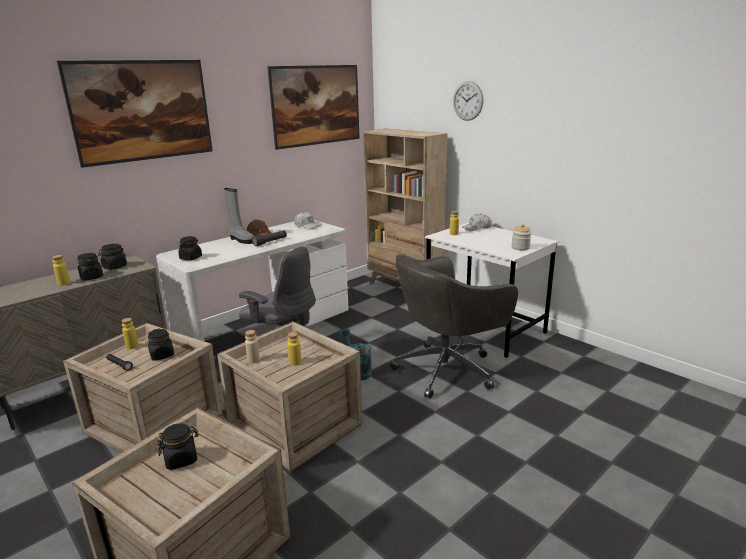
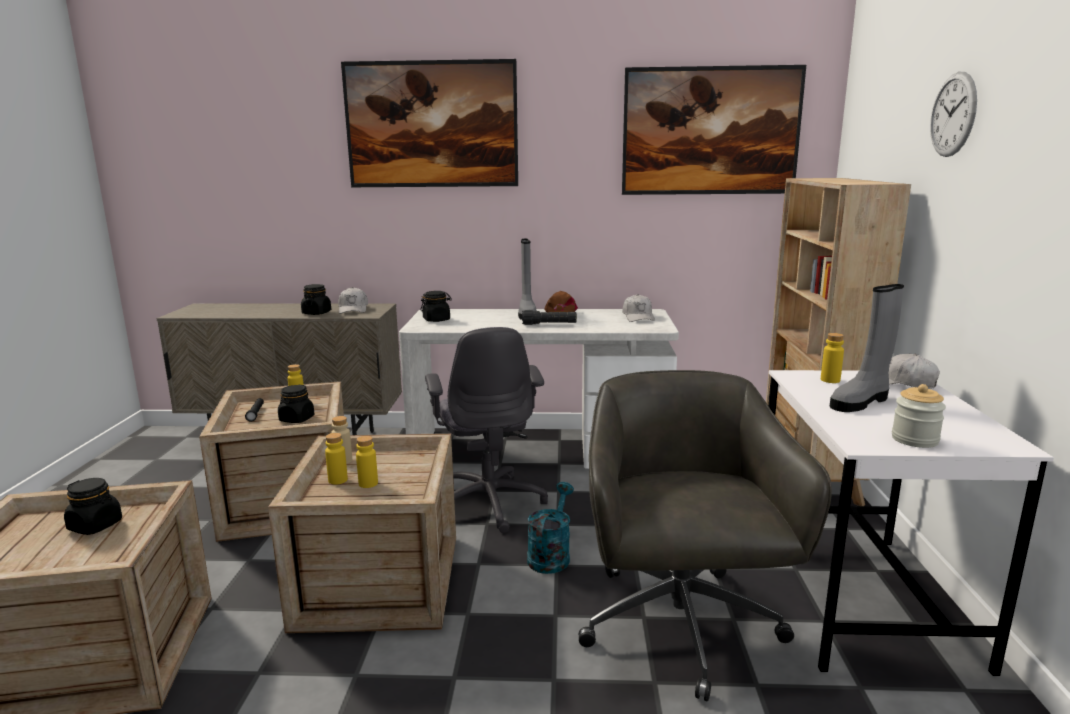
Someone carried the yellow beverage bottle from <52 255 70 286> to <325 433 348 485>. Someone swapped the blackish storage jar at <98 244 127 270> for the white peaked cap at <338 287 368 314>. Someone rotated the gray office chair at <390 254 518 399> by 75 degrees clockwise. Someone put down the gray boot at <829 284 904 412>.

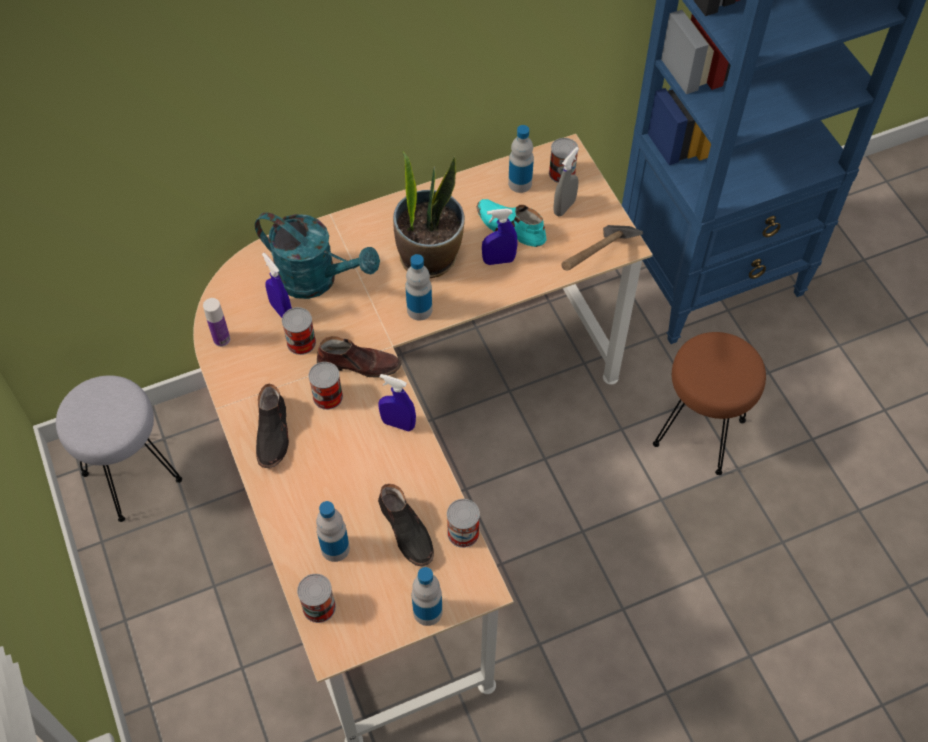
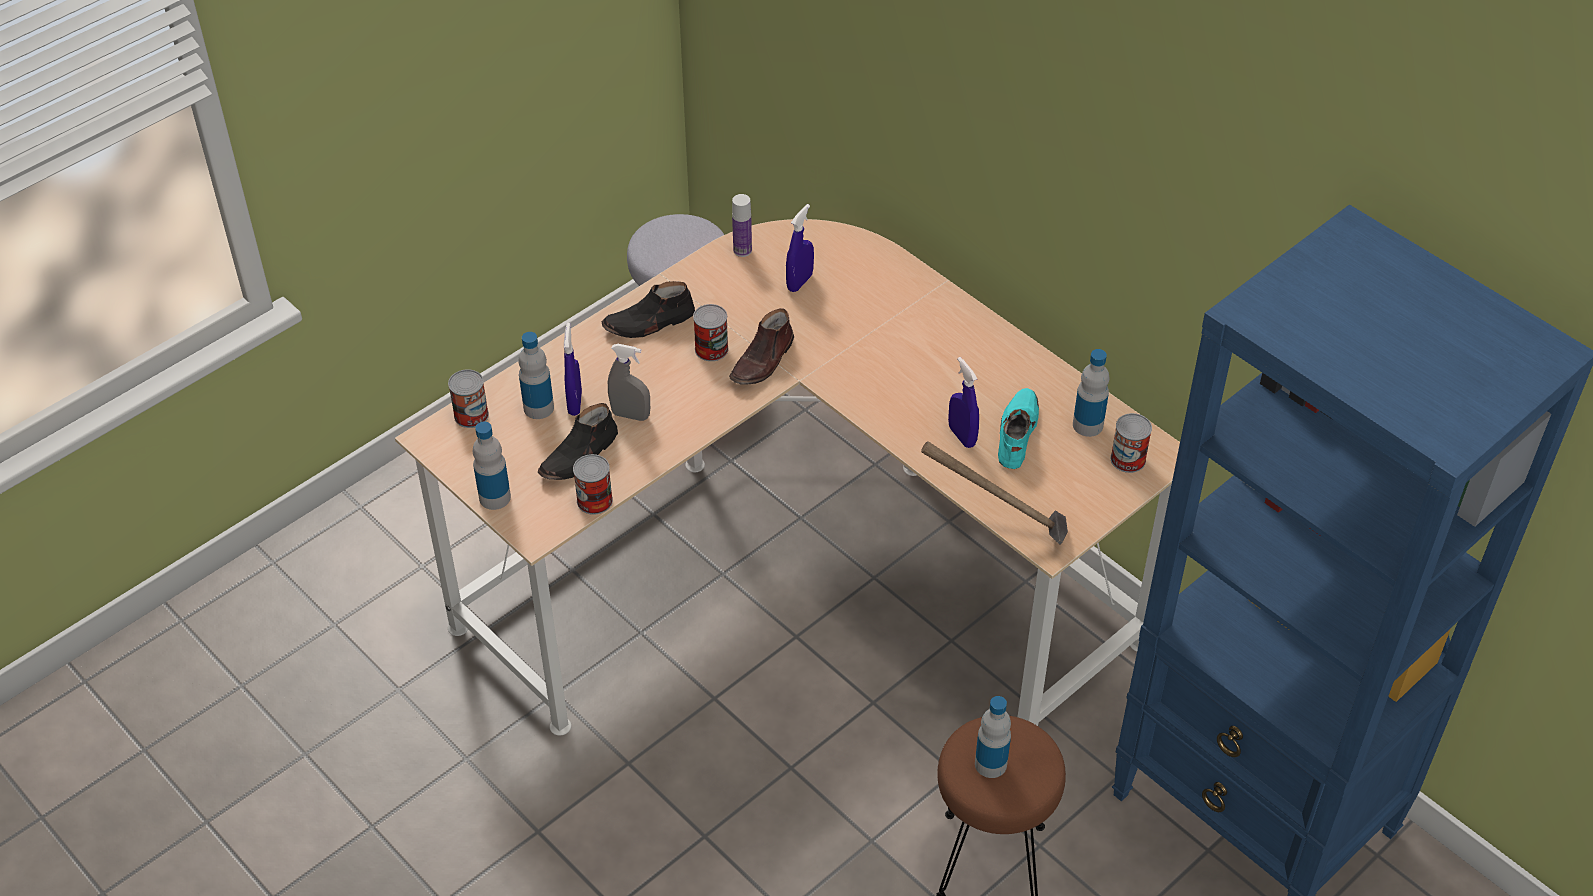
Someone took away the turquoise sprinkling can at <255 212 380 299>. Someone took away the can at <282 307 316 355>. Someone rotated the brownish shoe at <317 336 401 378> by 45 degrees clockwise. Someone carried the blue sprayer from <378 374 416 431> to <564 323 582 416>. Someone took away the houseplant at <393 151 465 278>. Someone carried the beverage bottle from <405 254 432 321> to <975 696 1011 778>. Someone carried the gray sprayer from <553 147 579 216> to <608 344 650 421>.

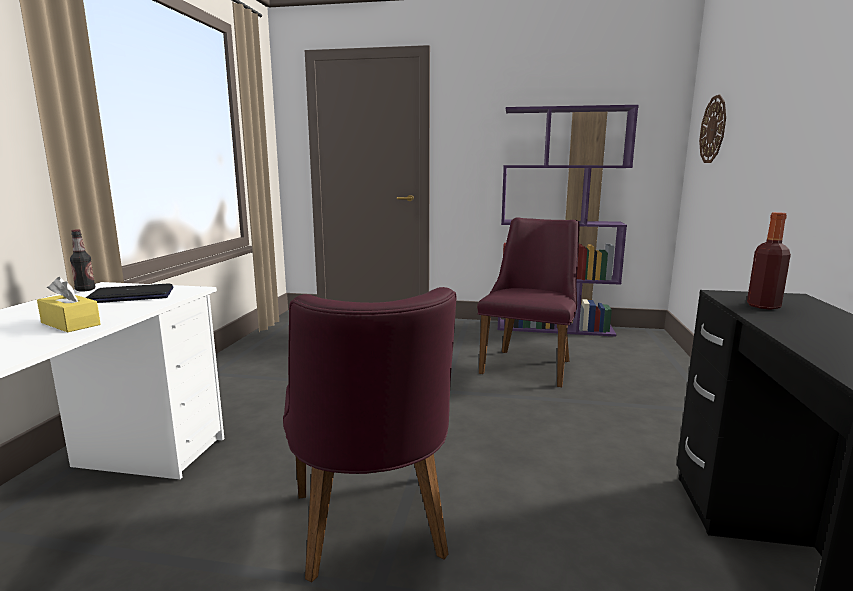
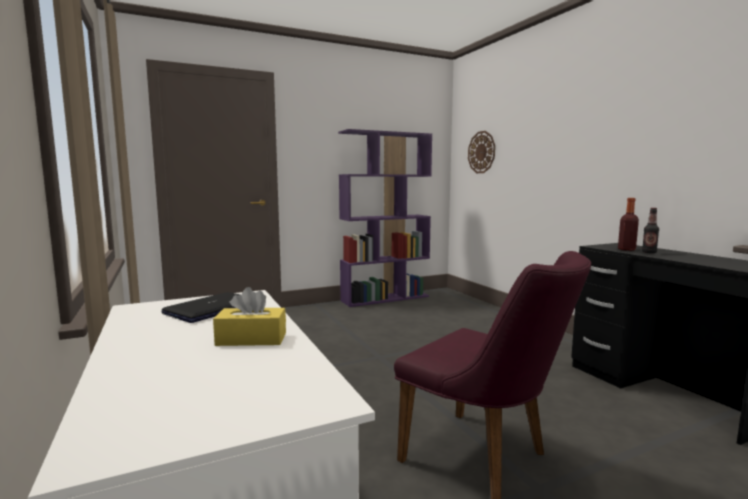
Someone carried the beverage bottle from <70 229 95 292> to <642 208 659 253>. Someone took away the purple chair at <477 217 580 387>.

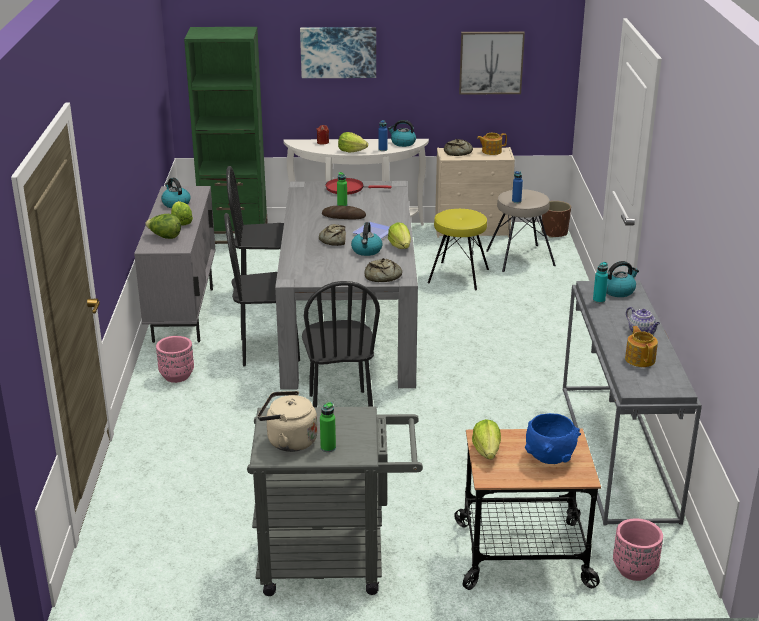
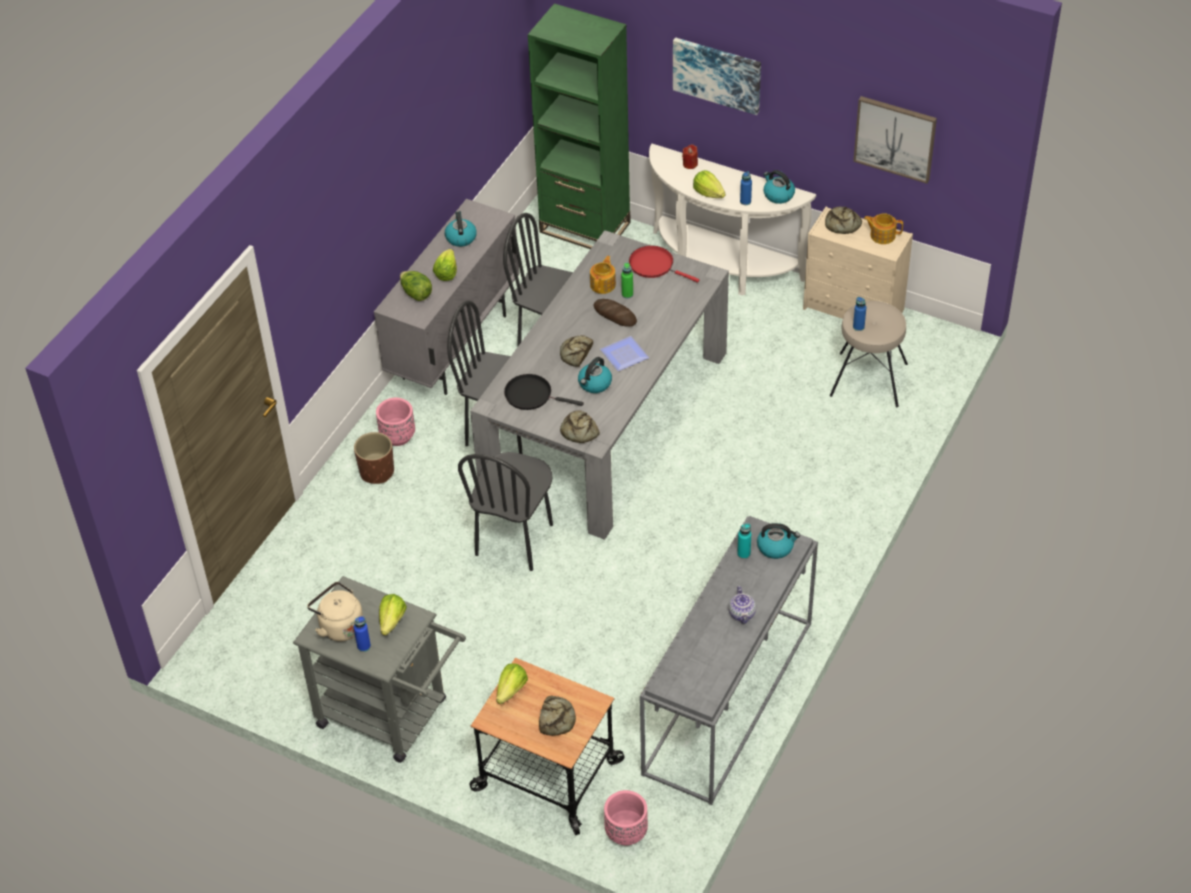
Someone repainted the green-coloured beverage bottle at <320 402 336 452>, which became the blue beverage bottle at <354 616 371 652>. Someone carried the lettuce head from <388 222 411 249> to <379 594 407 636>. Someone took away the yellow stool seat at <428 209 489 291>. Someone swapped the blue deep dish at <525 413 581 464> for the bread at <539 696 576 736>. Someone carried the brownish plant pot from <542 201 571 238> to <354 432 394 484>. Someone carried the tea pot from <625 326 658 367> to <590 256 616 294>. Someone put down the blackish skillet at <504 374 584 410>.

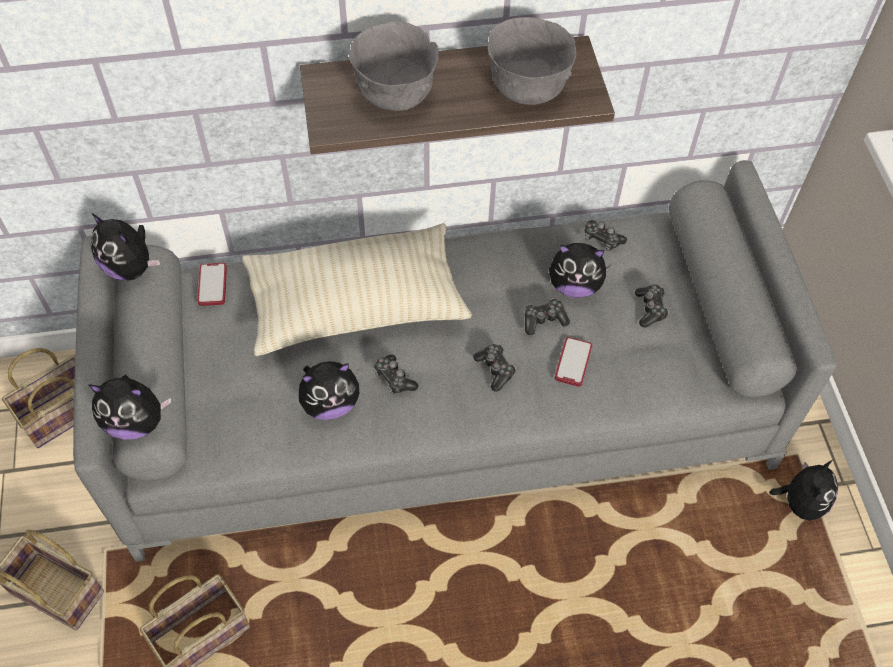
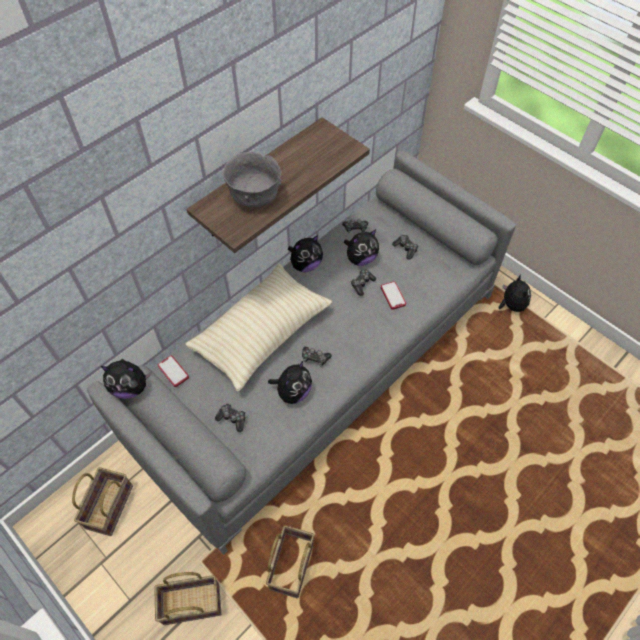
Someone carried the plush toy from <89 375 171 440> to <288 235 323 272>. Someone carried the joypad from <473 344 516 392> to <215 403 245 432>. Someone took away the gray deep dish at <487 17 576 105>.

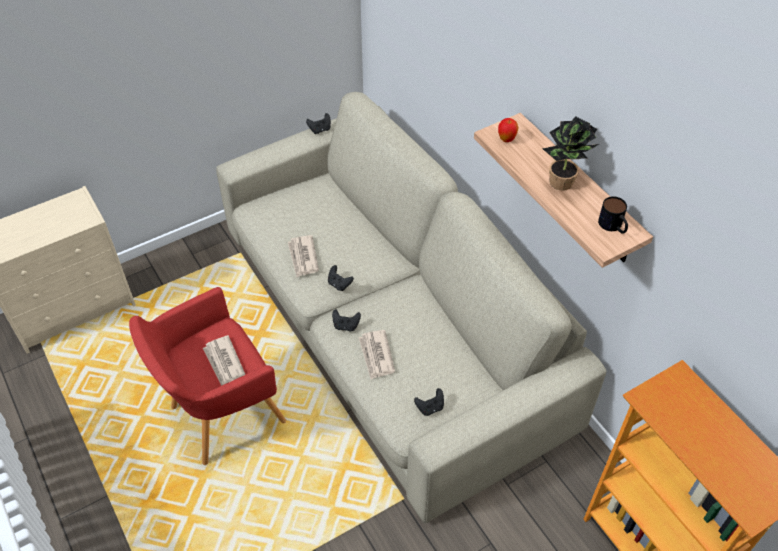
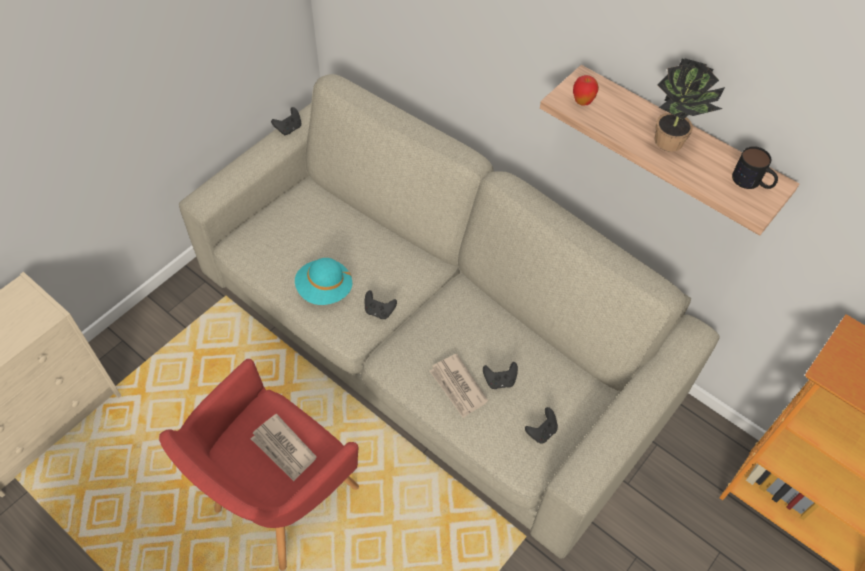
Someone swapped the printed paper at <288 235 319 277> for the turquoise hat at <295 258 352 305>. Someone carried the blackish joypad from <332 309 361 332> to <483 362 518 389>.

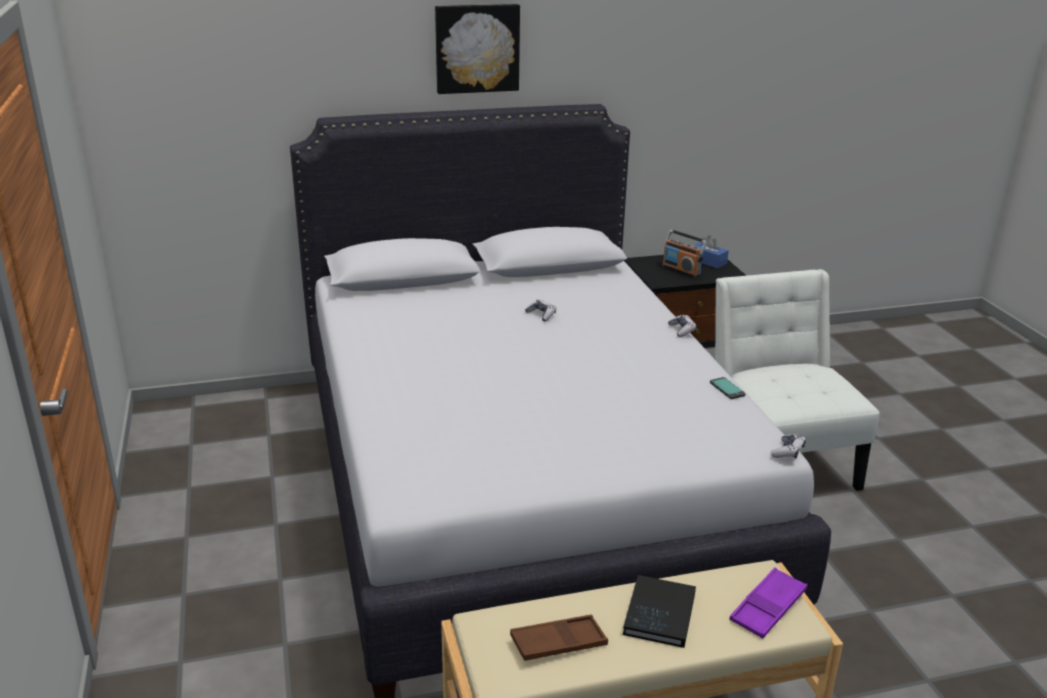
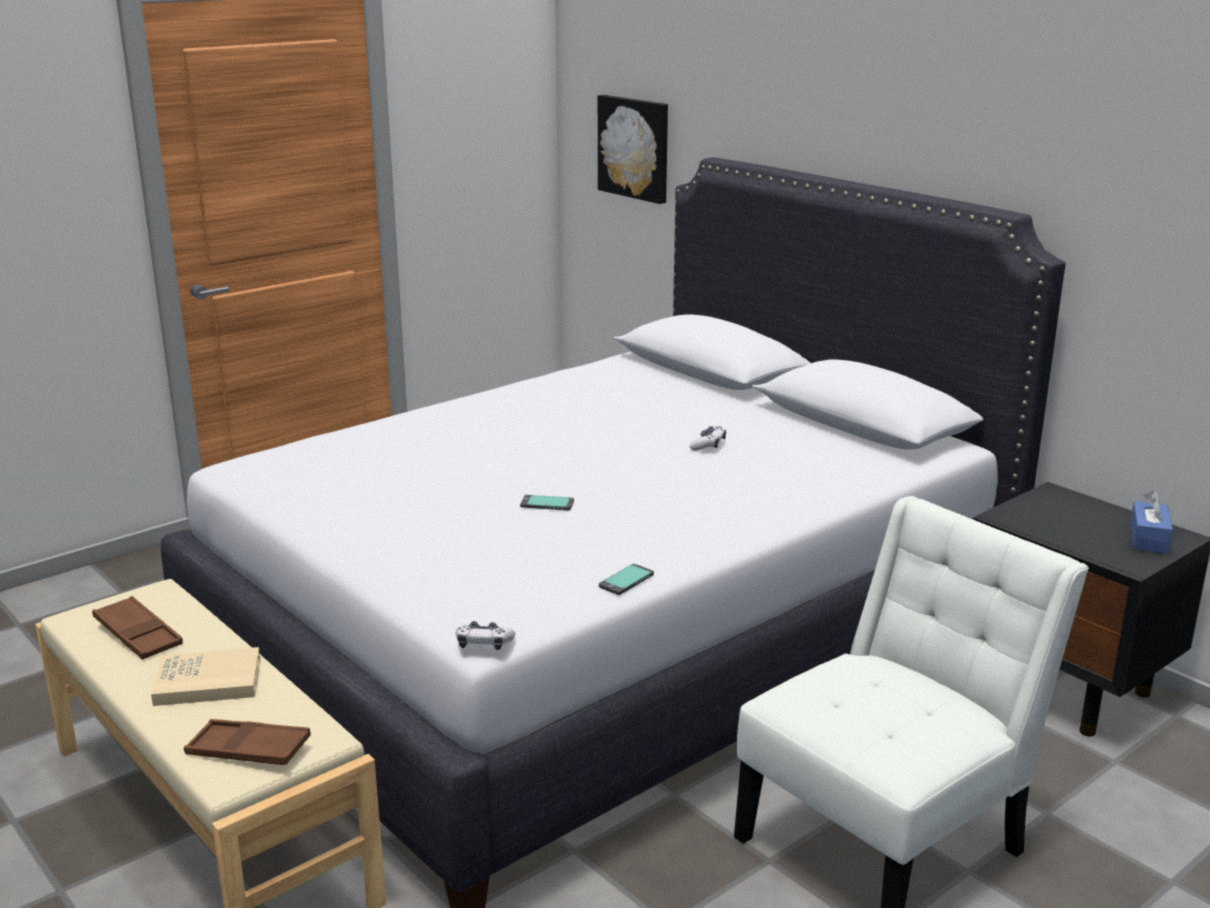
Someone carried the wall art from <435 4 520 94> to <598 95 668 204>. Someone repainted the blackish book at <623 575 696 648>, which became the beige-coloured book at <151 647 260 706>. Someone took away the radio at <662 229 707 277>. Someone took away the joypad at <668 314 696 337>. Someone repainted the purple carrying tray at <729 567 807 638>, which became the brownish carrying tray at <184 719 311 765>. Someone put down the phone at <520 495 574 510>.

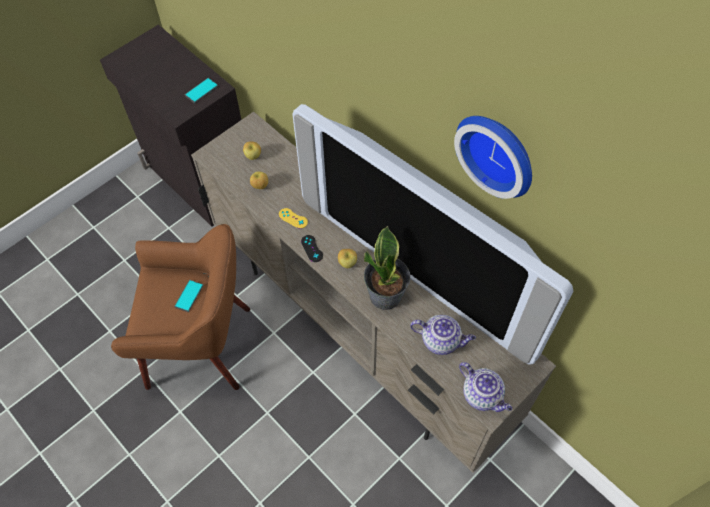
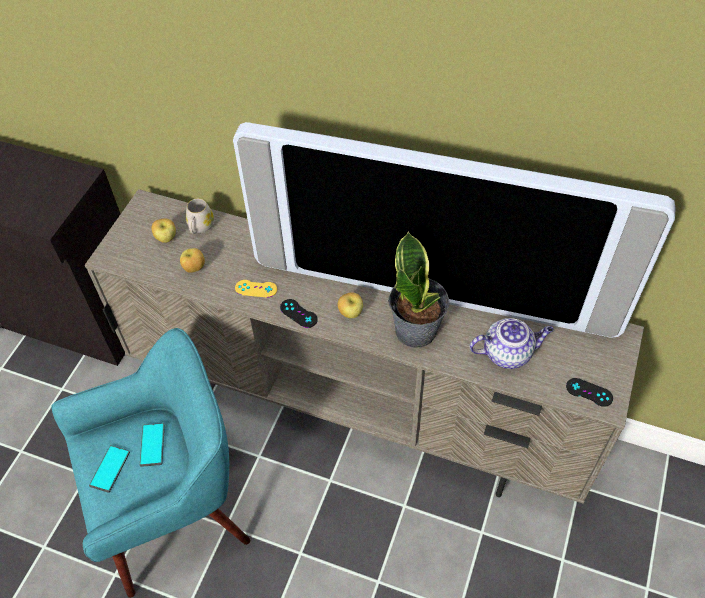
Someone repainted the brownish easy chair at <111 224 250 390>, which became the turquoise easy chair at <51 328 250 598>. Someone carried the phone from <185 78 218 103> to <89 445 130 493>. Someone took away the clock on the wall at <454 116 532 199>. Someone swapped the tea pot at <459 362 512 412> for the blackish joypad at <566 378 613 407>. Someone put down the white tea mug at <186 198 214 234>.

